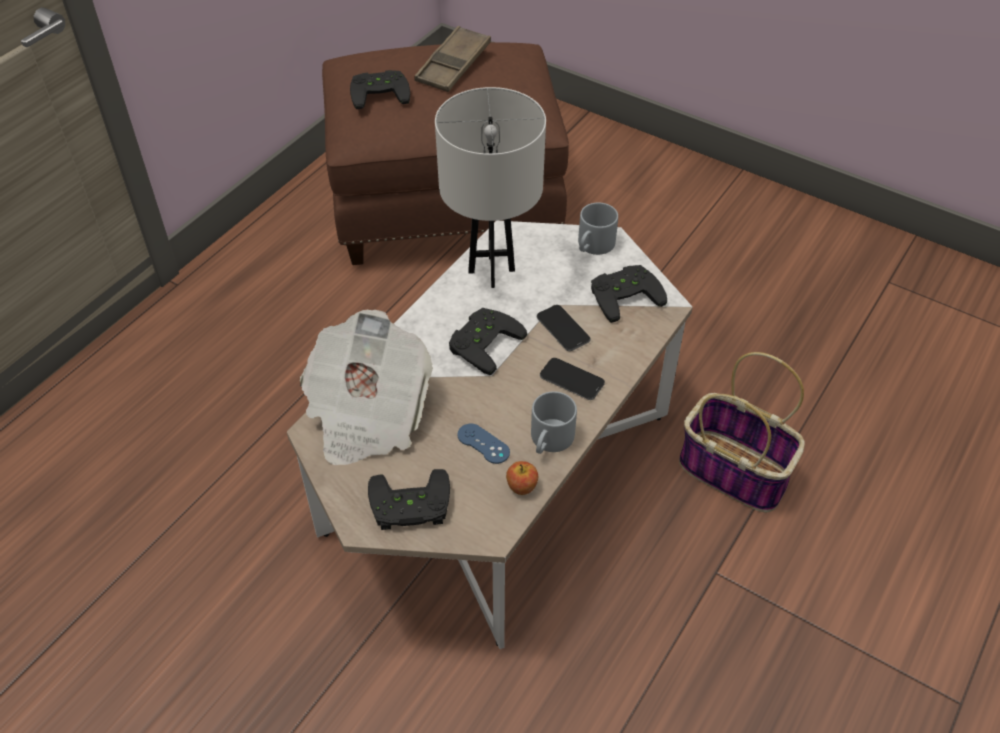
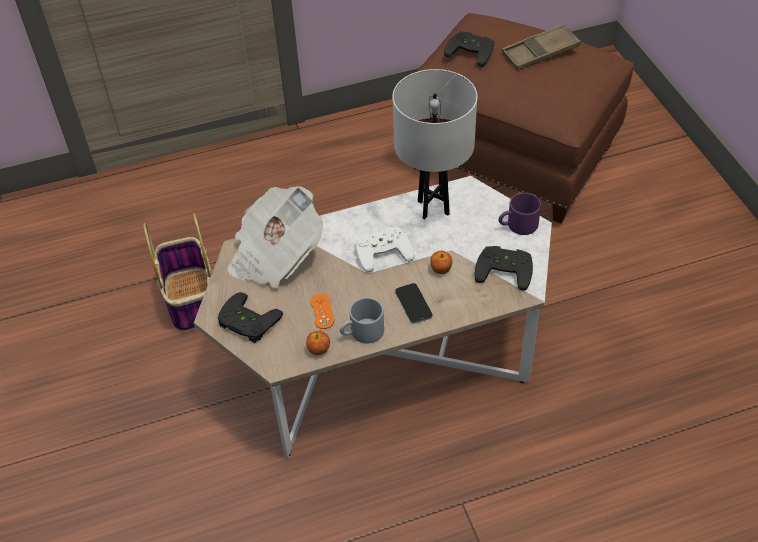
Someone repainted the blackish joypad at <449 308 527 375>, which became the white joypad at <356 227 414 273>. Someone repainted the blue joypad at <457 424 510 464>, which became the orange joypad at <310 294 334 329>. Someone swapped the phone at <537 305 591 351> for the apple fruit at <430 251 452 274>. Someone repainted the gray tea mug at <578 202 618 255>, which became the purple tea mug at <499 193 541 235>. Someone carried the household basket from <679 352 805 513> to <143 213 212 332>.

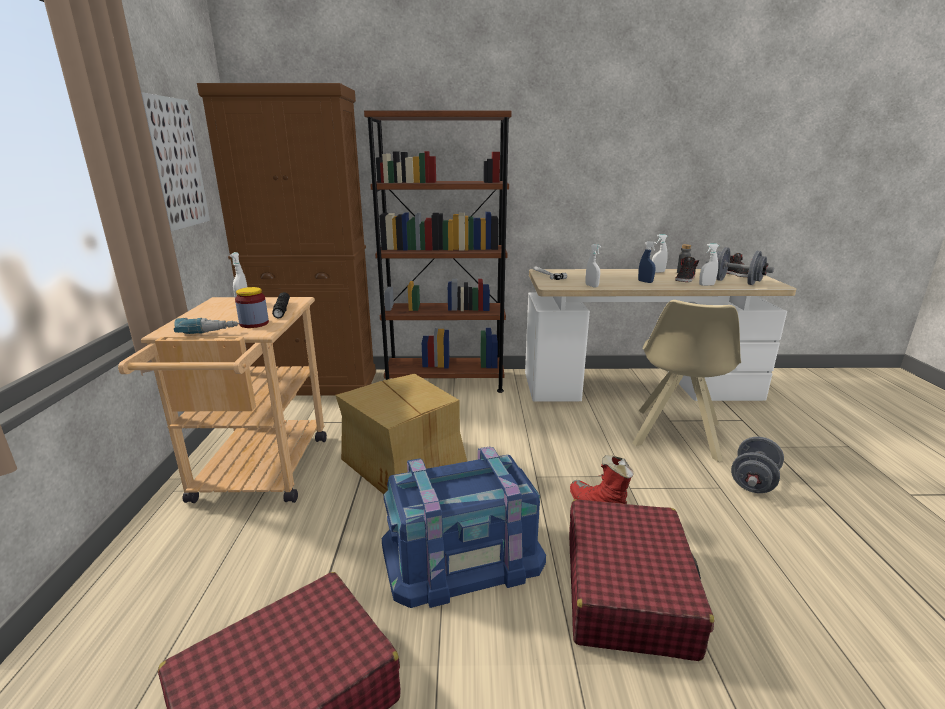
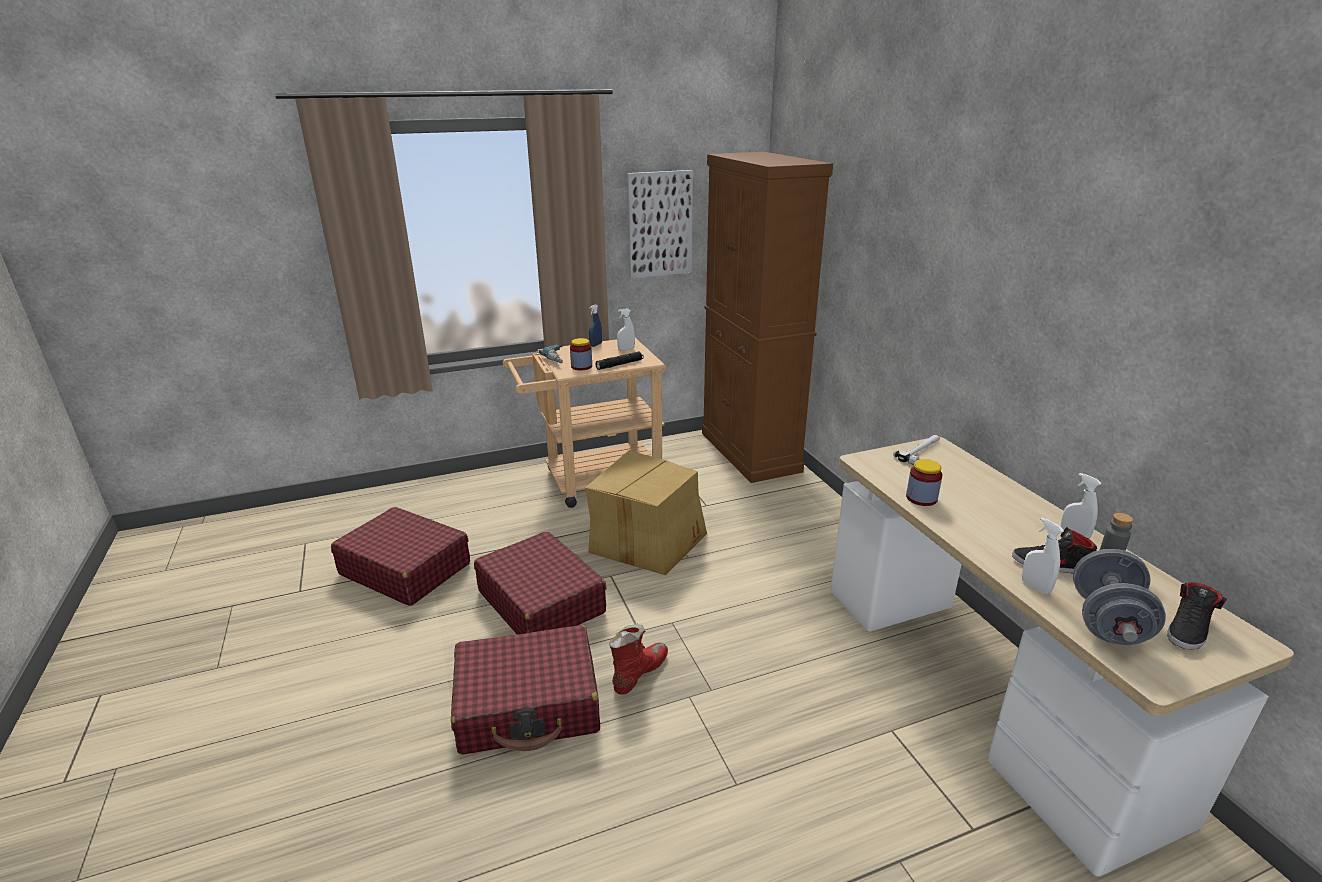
Someone took away the brownish bookcase at <364 111 512 393>. Someone swapped the blue storage bin at <382 446 546 608> for the red suitcase at <474 531 607 635>. Someone took away the white sprayer at <585 244 601 287>. Someone took away the beige-coloured chair at <632 300 741 462>. Someone carried the blue sprayer from <638 241 657 283> to <589 304 602 347>. Someone took away the gray dumbbell at <731 437 784 493>. Someone put down the storage jar at <906 459 942 506>.

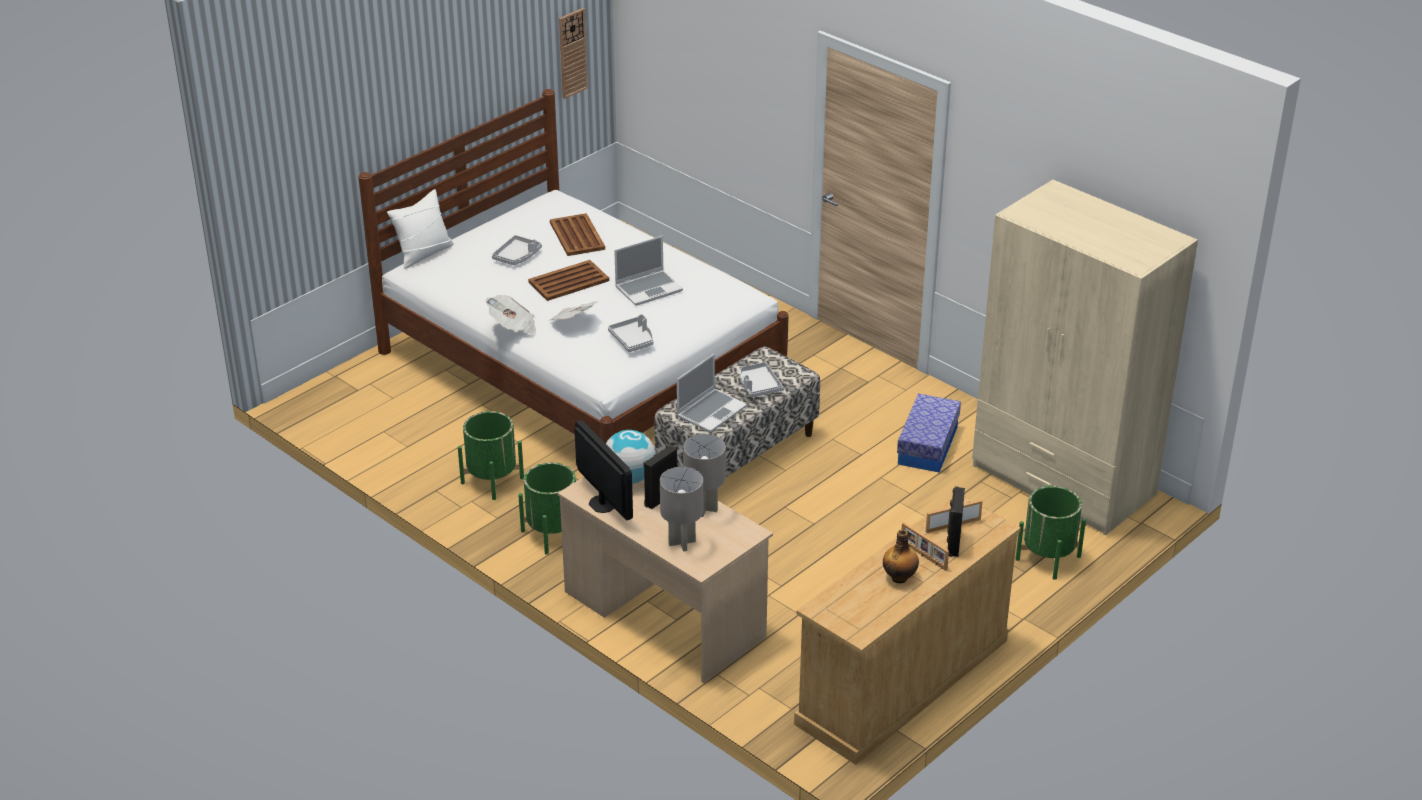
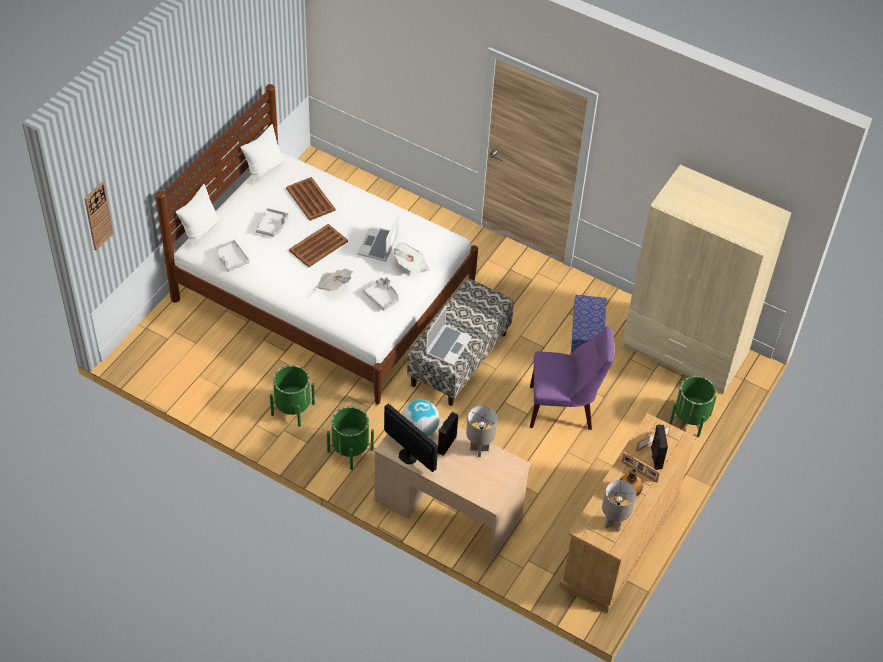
Someone carried the printed paper from <486 295 536 334> to <392 243 429 273>. Someone carried the clock on the wall from <559 8 588 99> to <84 181 114 251>. Someone rotated the laptop at <614 236 683 306> by 150 degrees clockwise. Someone carried the gray tabletop lamp from <660 467 703 552> to <602 480 637 532>. Someone carried the gray carrying tray from <740 362 783 397> to <217 240 250 272>. Someone put down the white throw pillow at <240 124 285 184>. Someone put down the purple chair at <530 326 615 430>.

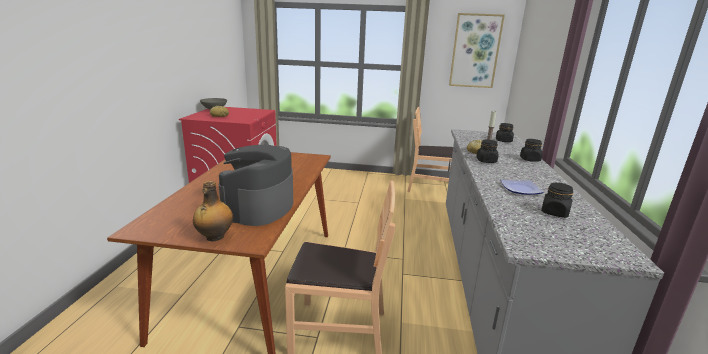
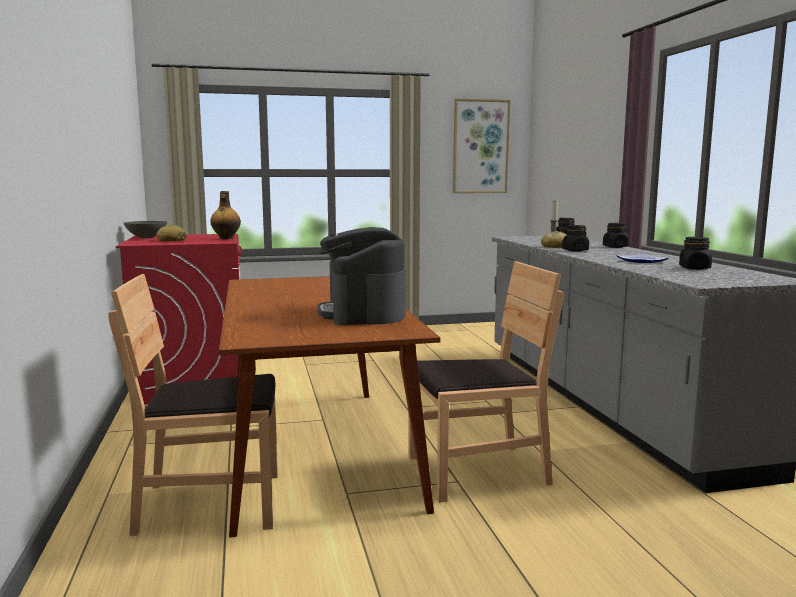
Someone carried the beverage bottle from <193 181 233 241> to <210 191 241 239>. Someone carried the brownish chair from <407 107 453 192> to <108 274 278 536>.

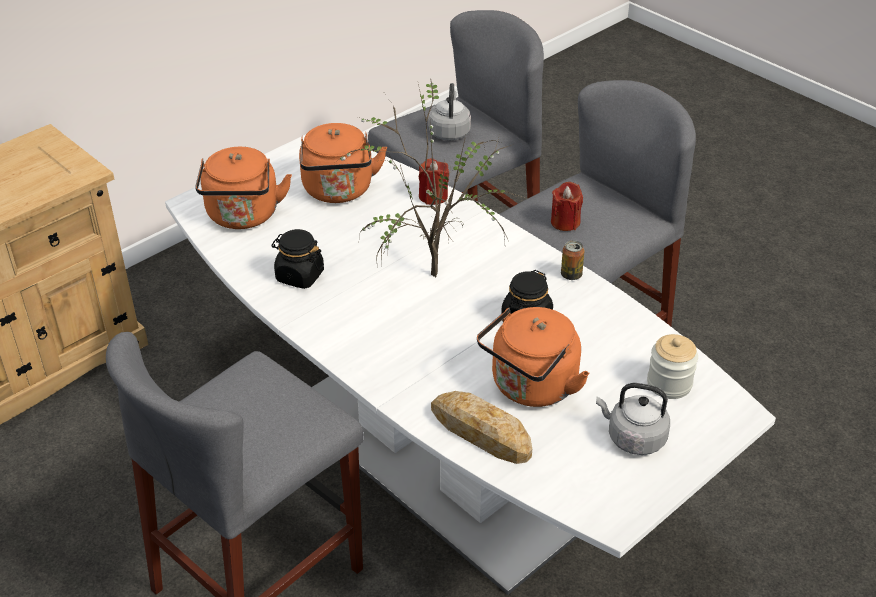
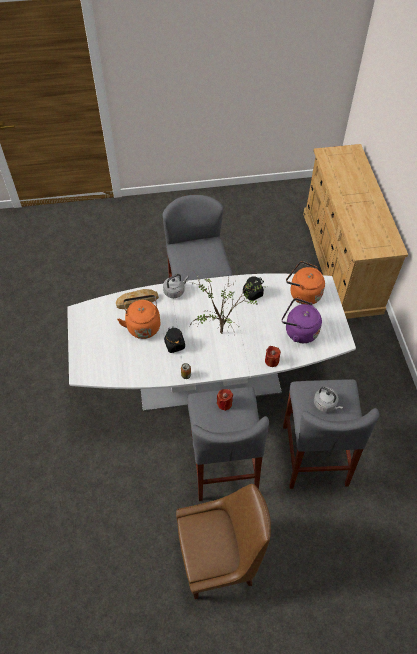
Someone repainted the orange kettle at <299 123 387 203>, which became the purple kettle at <282 298 322 343>. Someone carried the gray kettle from <596 383 670 455> to <163 274 189 298>. Someone took away the storage jar at <647 334 698 399>. Someone put down the brownish chair at <176 484 271 599>.

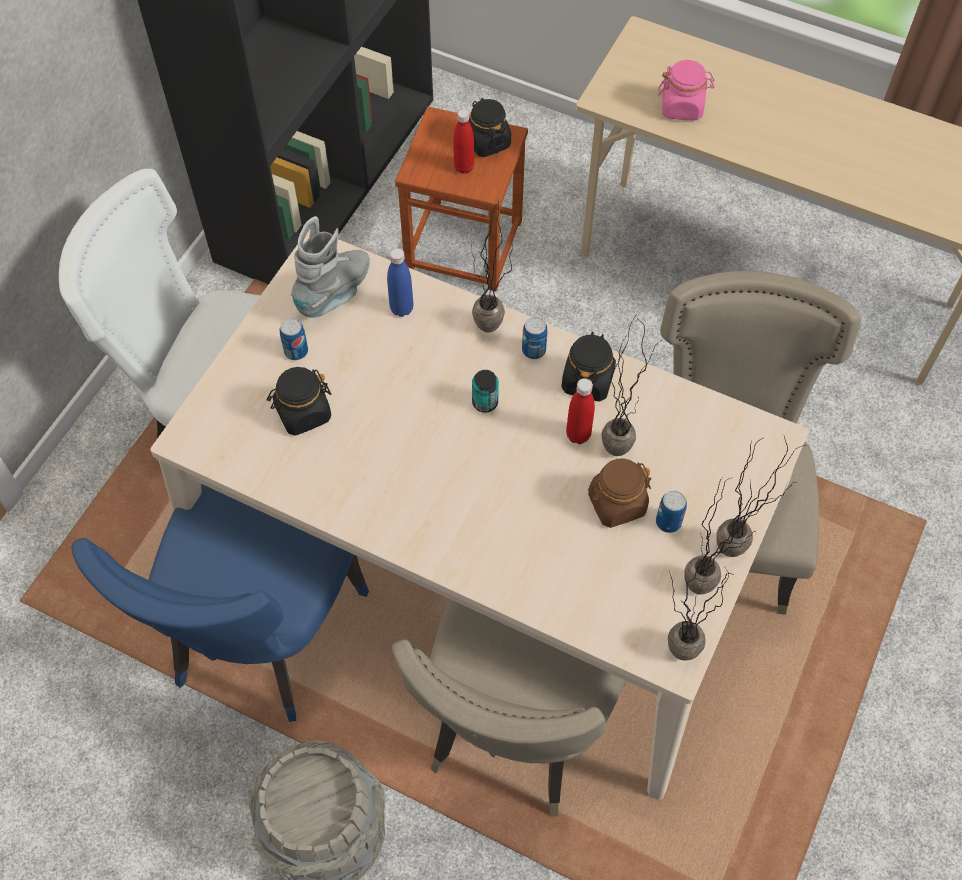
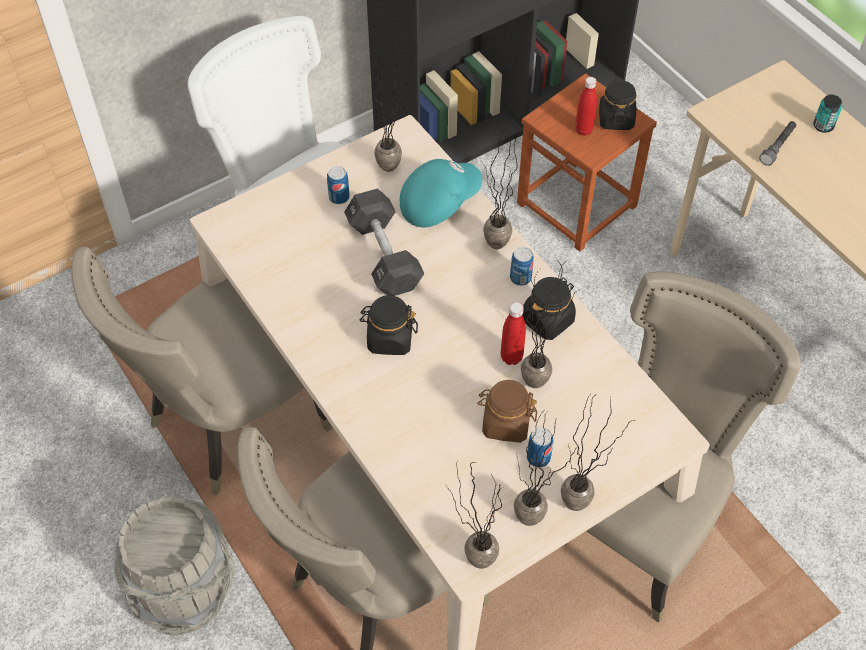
Someone repainted the blue chair at <72 484 369 722>, which became the beige-coloured chair at <71 247 332 495>. Someone carried the blackish storage jar from <267 367 332 435> to <360 295 418 355>. Someone swapped the gray boot at <291 216 370 318> for the houseplant at <371 38 418 172>. Someone swapped the blue beverage bottle at <387 248 413 317> for the turquoise peaked cap at <400 159 482 227>. Someone carried the can from <472 370 499 413> to <813 95 842 133>. Someone swapped the pink-coloured storage jar at <658 60 714 120> for the gray torch at <759 121 796 166>. Someone put down the blackish dumbbell at <344 188 424 296>.

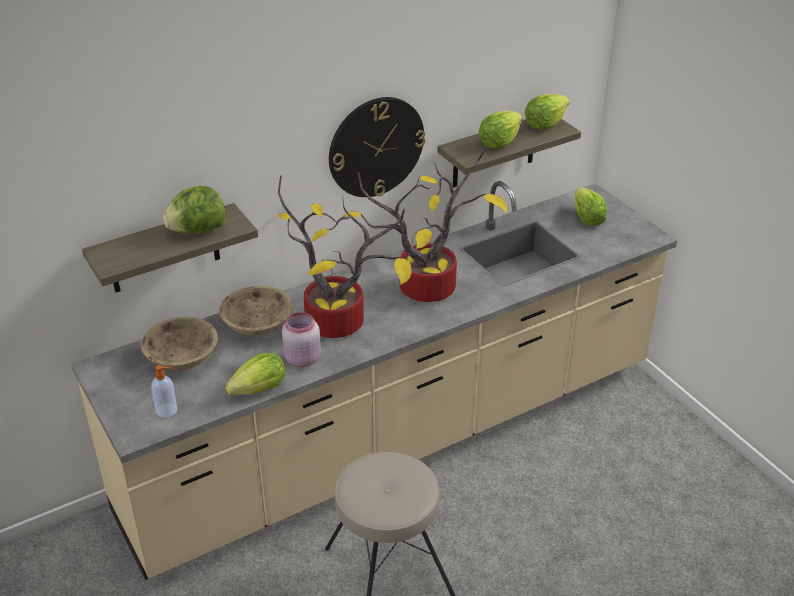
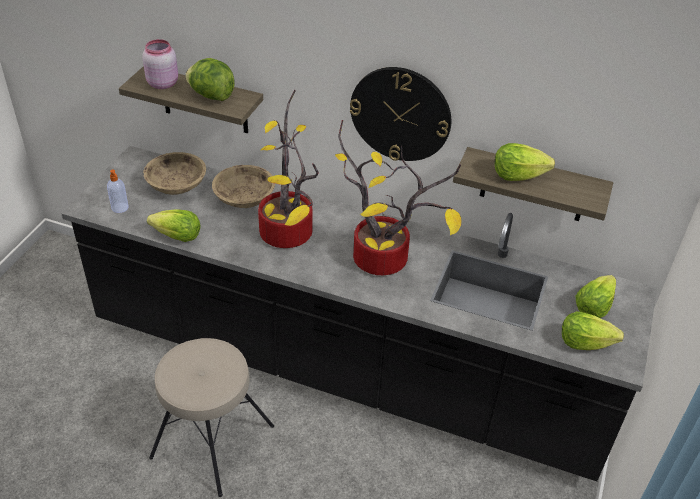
Someone repainted the beige-coloured kitchen base unit at <71 181 677 580>, which became the blackish kitchen base unit at <61 146 657 481>. Someone carried the pink-coloured storage jar from <282 312 321 367> to <142 39 178 89>. Someone carried the lettuce head from <525 94 570 130> to <562 311 624 350>.

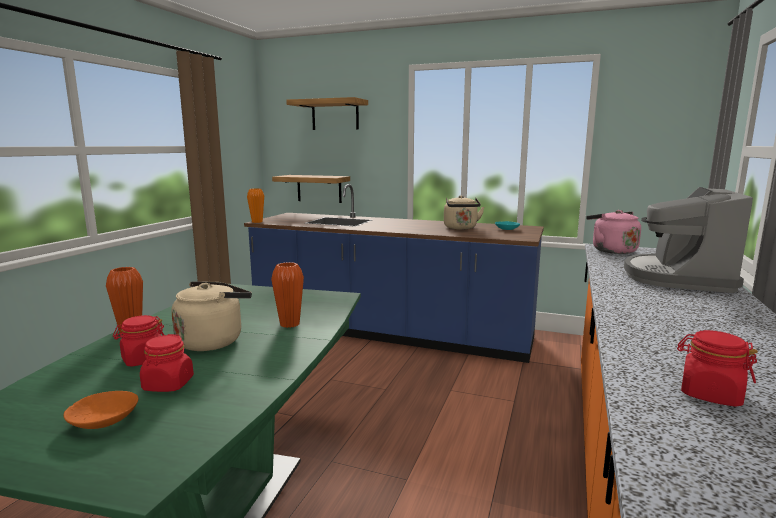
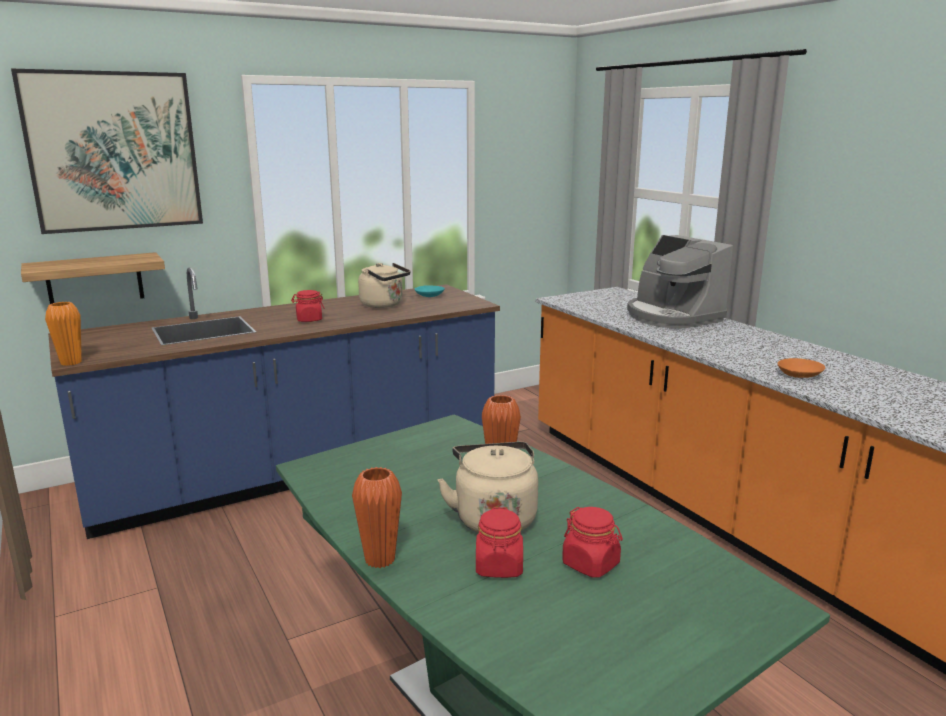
Someone carried the orange deep dish from <63 391 138 429> to <777 358 825 378>. Someone swapped the shelf at <286 97 368 130> for the wall art at <11 69 203 234>. Someone took away the pink-coloured kettle at <586 210 641 254>. Someone carried the red storage jar from <677 330 758 407> to <291 290 325 322>.

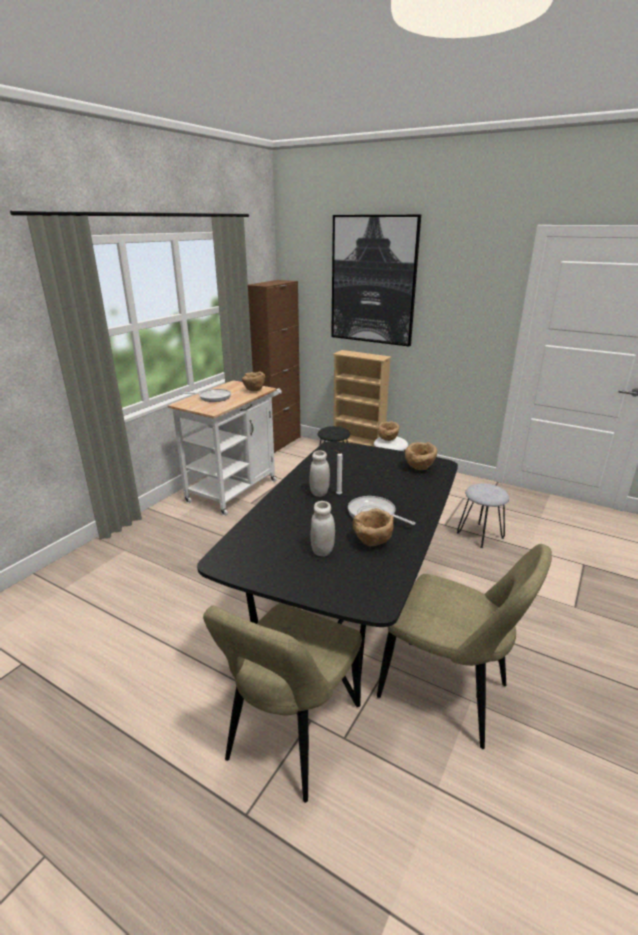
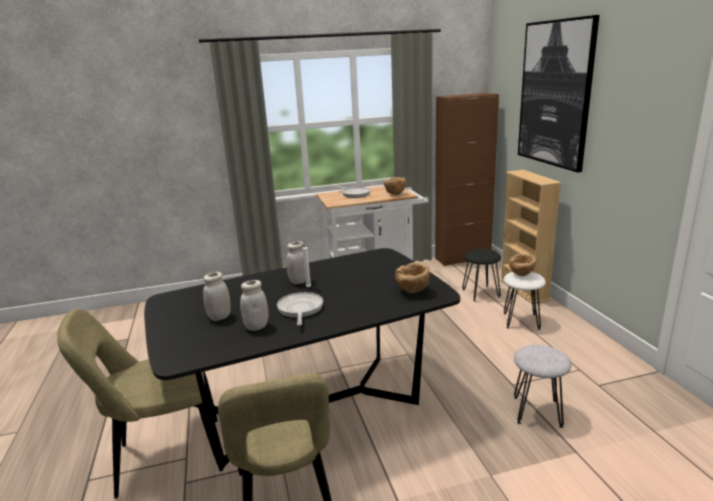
Someone swapped the brownish deep dish at <353 508 394 547> for the white storage jar at <240 280 269 331>.

